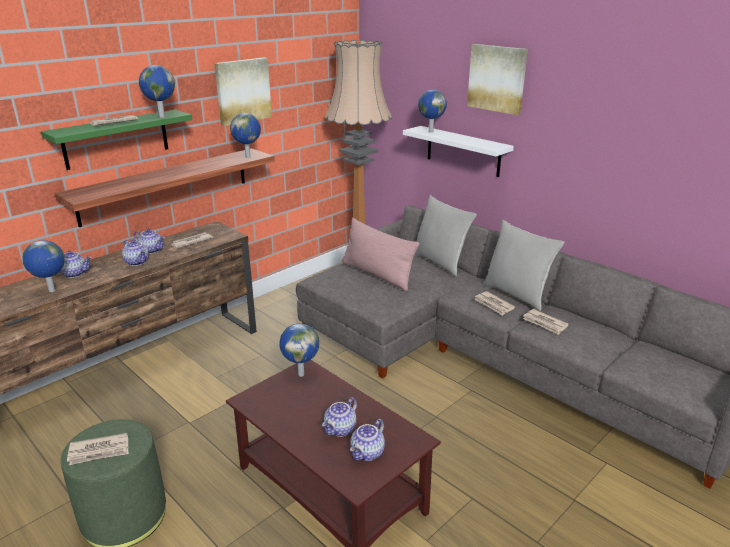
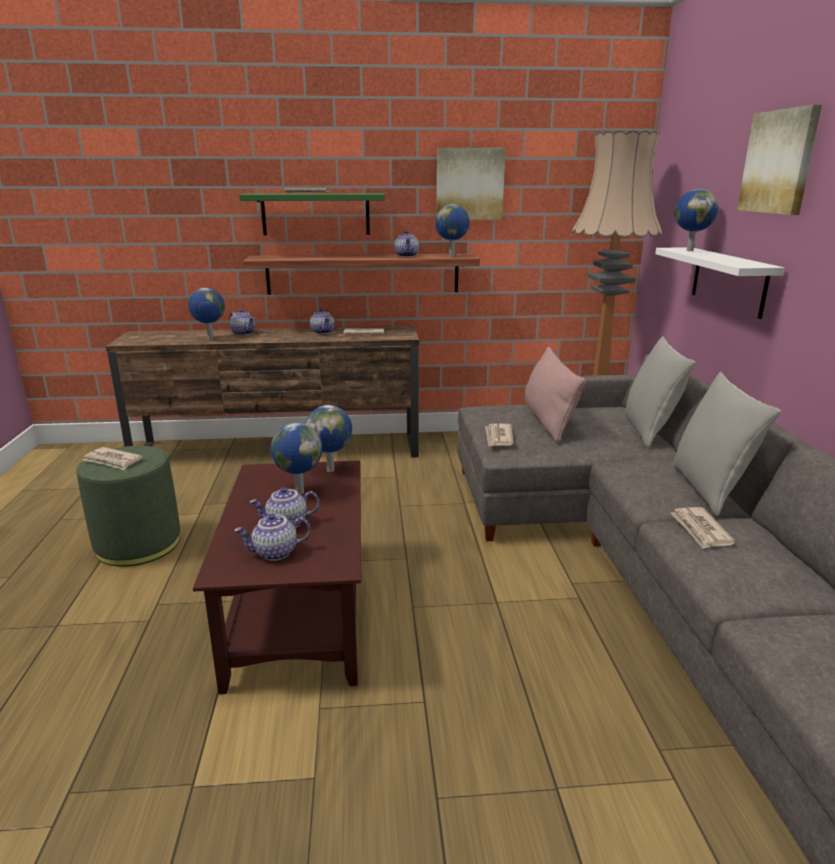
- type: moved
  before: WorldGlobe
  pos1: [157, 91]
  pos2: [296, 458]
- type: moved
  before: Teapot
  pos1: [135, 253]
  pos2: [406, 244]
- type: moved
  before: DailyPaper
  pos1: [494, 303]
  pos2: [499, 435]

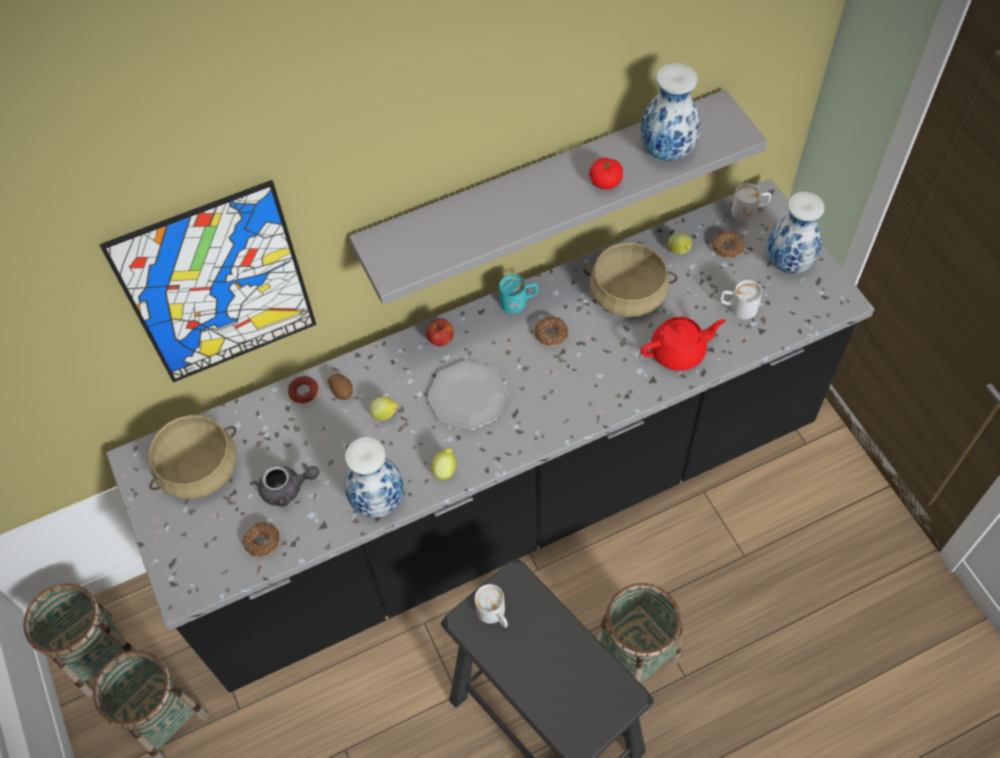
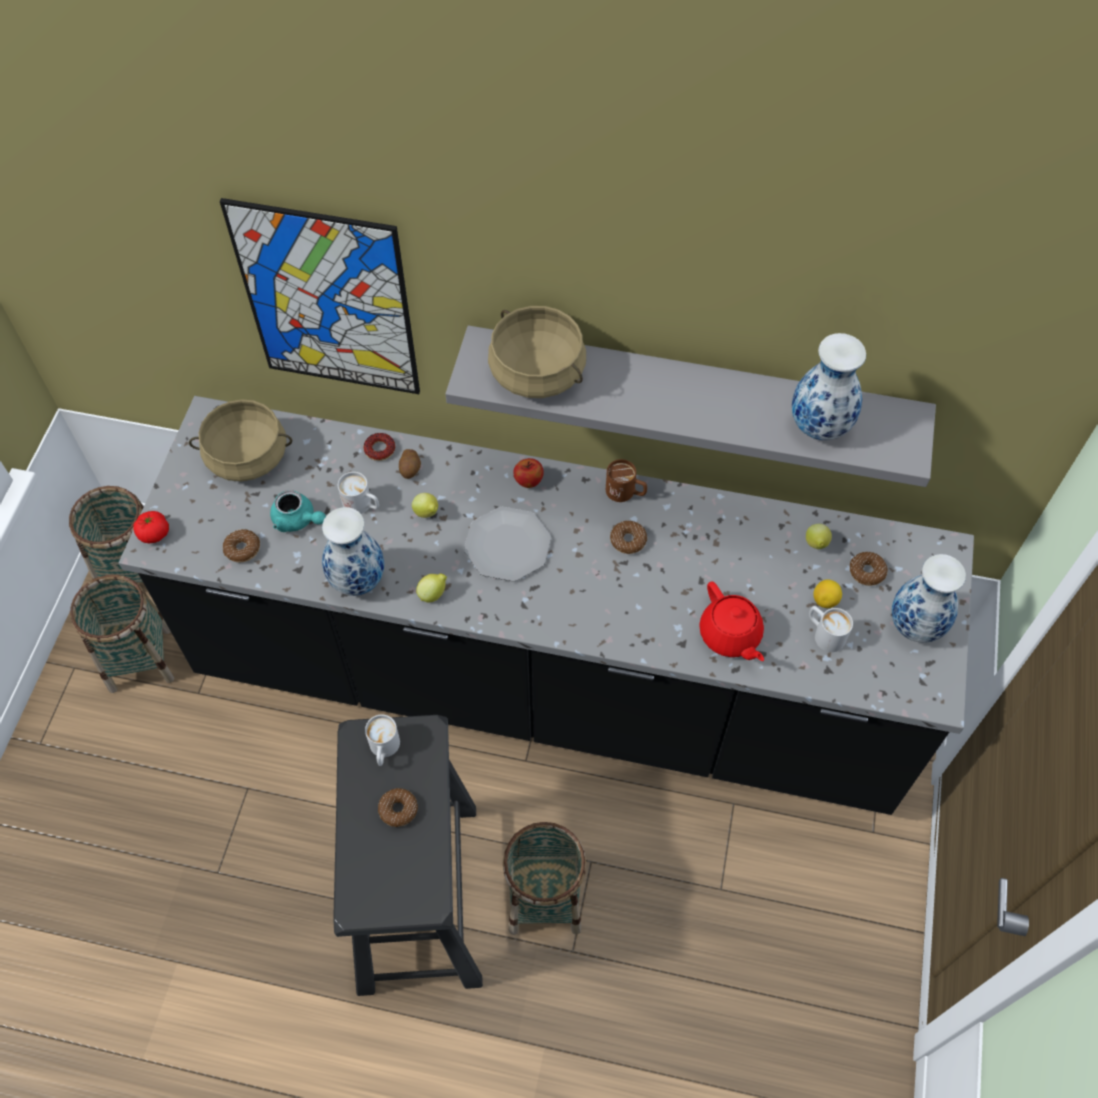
- type: moved
  before: FreshTomato
  pos1: [606, 173]
  pos2: [151, 527]
- type: moved
  before: WhiteColouredTeaMug
  pos1: [751, 202]
  pos2: [358, 493]
- type: moved
  before: BeigeColouredCookingPot
  pos1: [630, 279]
  pos2: [537, 352]
- type: recoloured
  before: BlueGreenTeaMug
  after: BrownColouredTeaMug
  pos1: [518, 294]
  pos2: [626, 480]
- type: turned
  before: ReddishTeapot
  pos1: [683, 344]
  pos2: [731, 621]
  turn: 45
- type: recoloured
  before: GreyTeapot
  after: BlueGreenTeapot
  pos1: [289, 486]
  pos2: [298, 511]
- type: added
  after: Lemon
  pos2: [827, 594]
- type: added
  after: RingDoughnut
  pos2: [398, 807]

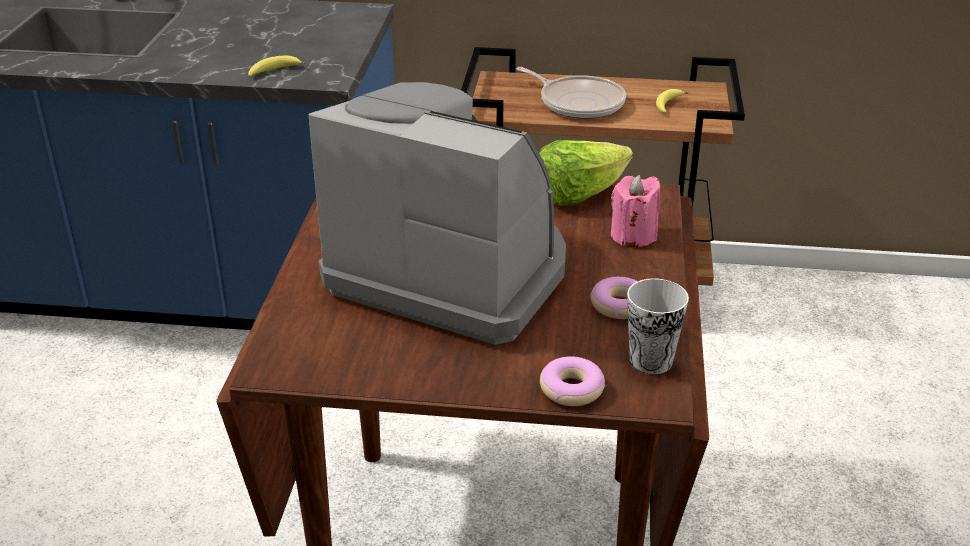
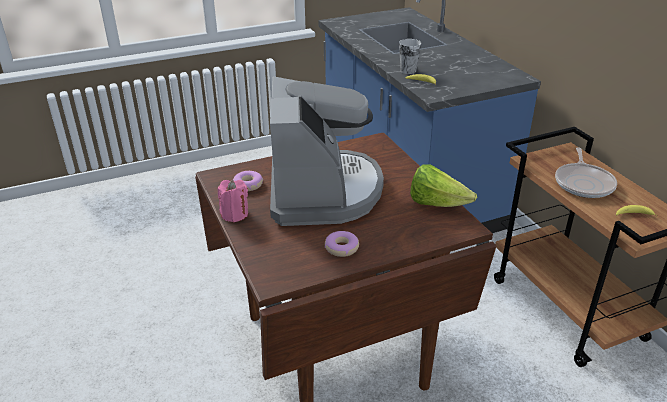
- type: moved
  before: PinkColouredWaxCandle
  pos1: [635, 211]
  pos2: [232, 201]
- type: moved
  before: DrinkingCup
  pos1: [658, 326]
  pos2: [410, 56]
- type: moved
  before: RingDoughnut
  pos1: [572, 381]
  pos2: [248, 181]

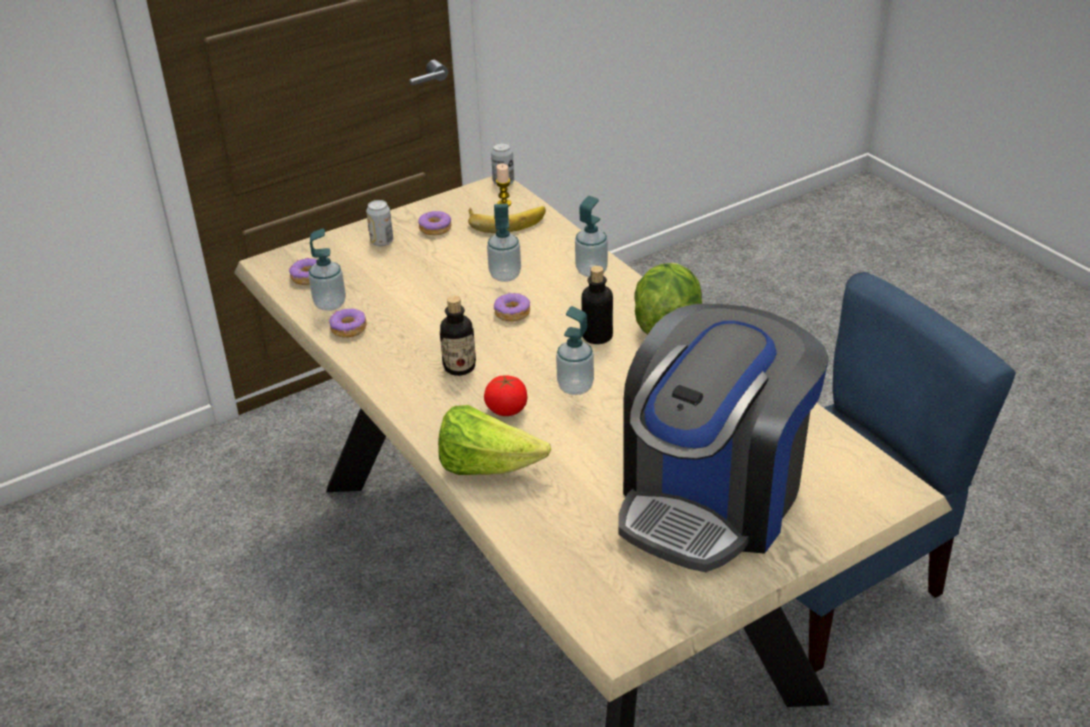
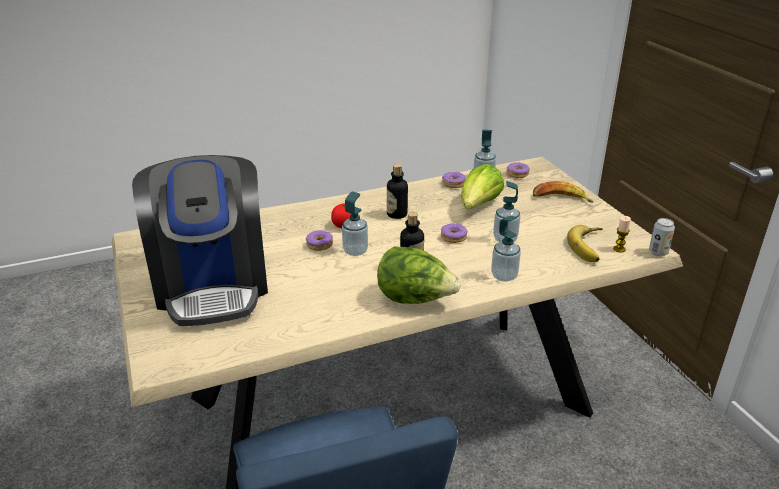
- type: replaced
  before: MetalCan
  after: WholeBanana
  pos1: [379, 223]
  pos2: [563, 192]
- type: moved
  before: RingDoughnut
  pos1: [434, 223]
  pos2: [319, 240]
- type: turned
  before: CoffeeBrewer
  pos1: [723, 438]
  pos2: [200, 240]
  turn: -150
- type: moved
  before: Lettuce
  pos1: [494, 440]
  pos2: [482, 186]

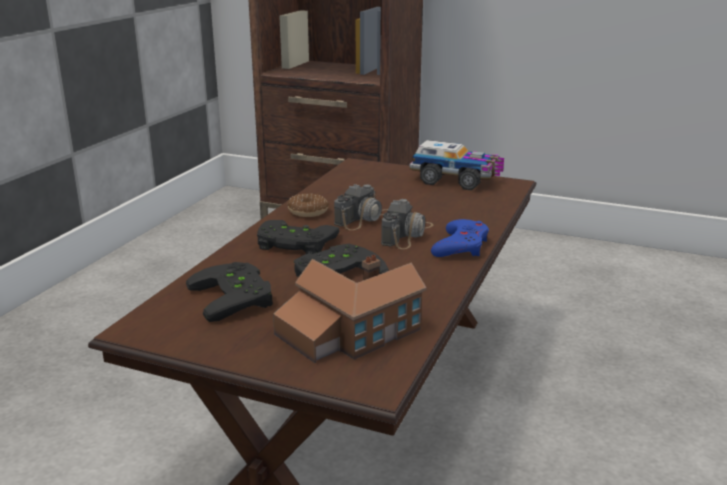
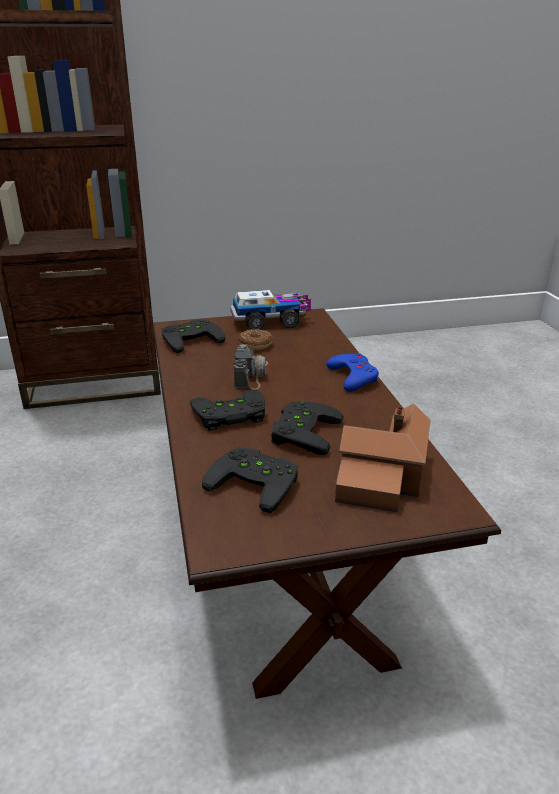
- type: moved
  before: RingDoughnut
  pos1: [308, 205]
  pos2: [255, 339]
- type: removed
  before: PhotoCamera
  pos1: [407, 224]
- type: added
  after: BlackGameController
  pos2: [193, 336]

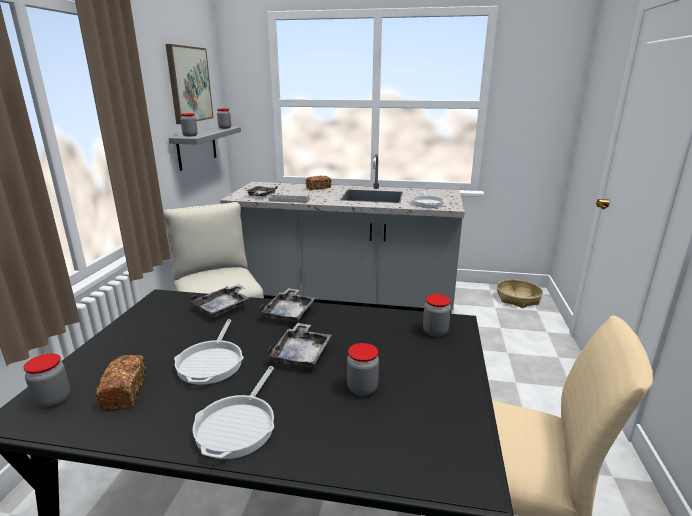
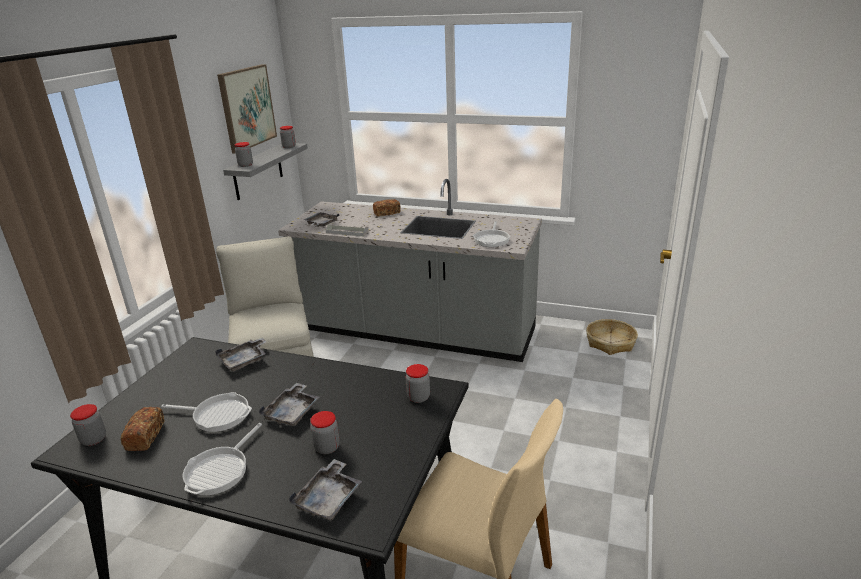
- type: moved
  before: GreyServingTray
  pos1: [288, 305]
  pos2: [325, 489]
- type: turned
  before: Skillet
  pos1: [209, 352]
  pos2: [206, 412]
  turn: -90

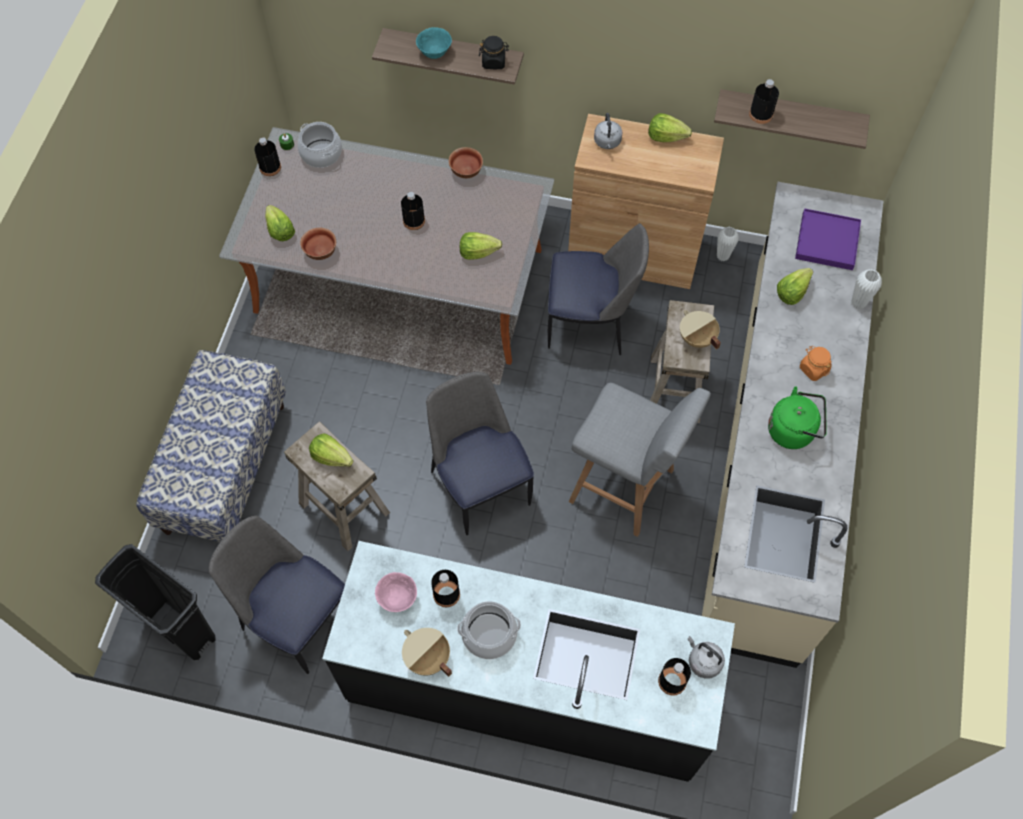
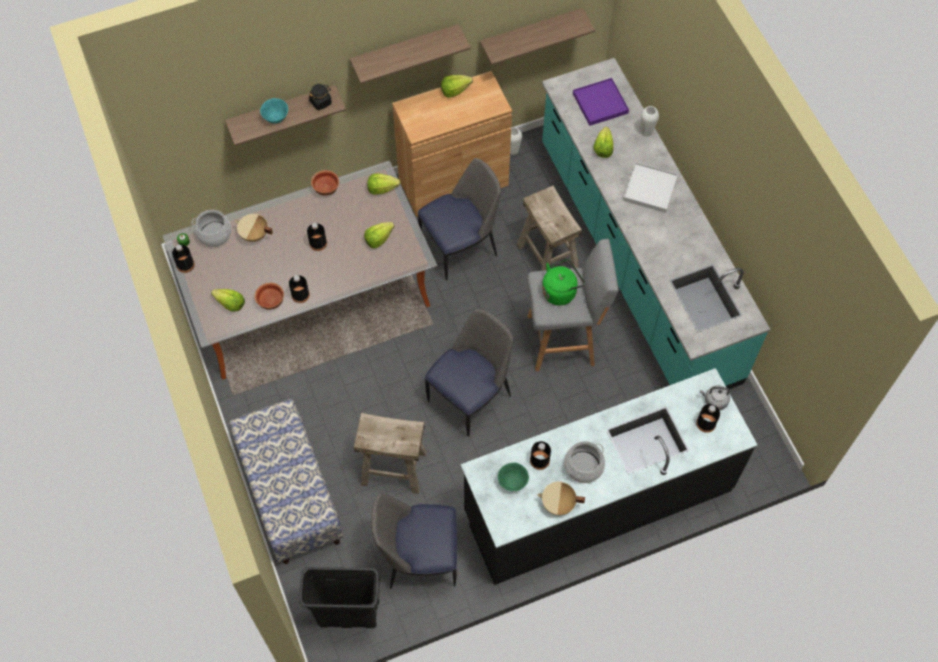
- type: moved
  before: BlackBeverageBottle
  pos1: [764, 101]
  pos2: [299, 289]
- type: removed
  before: GreyKettle
  pos1: [608, 131]
- type: recoloured
  before: BeigeColouredCounter
  after: BlueGreenCounter
  pos1: [792, 425]
  pos2: [656, 223]
- type: moved
  before: BeigeColouredCookingPot
  pos1: [700, 330]
  pos2: [254, 228]
- type: replaced
  before: OrangeJar
  after: WhiteColouredServingTray
  pos1: [815, 363]
  pos2: [650, 188]
- type: turned
  before: PlainChair
  pos1: [480, 453]
  pos2: [469, 372]
  turn: 105
- type: moved
  before: GreenColouredKettle
  pos1: [797, 417]
  pos2: [563, 282]
- type: moved
  before: Lettuce
  pos1: [331, 450]
  pos2: [384, 184]
- type: recoloured
  before: PinkColouredBowl
  after: GreenColouredBowl
  pos1: [396, 592]
  pos2: [513, 477]
- type: added
  after: Shelf
  pos2: [410, 54]

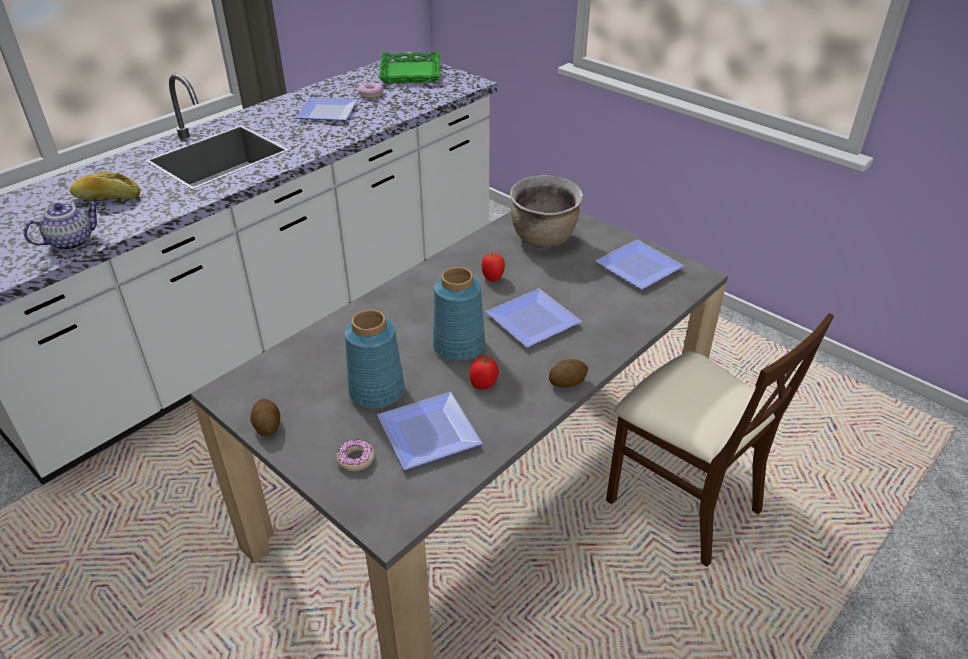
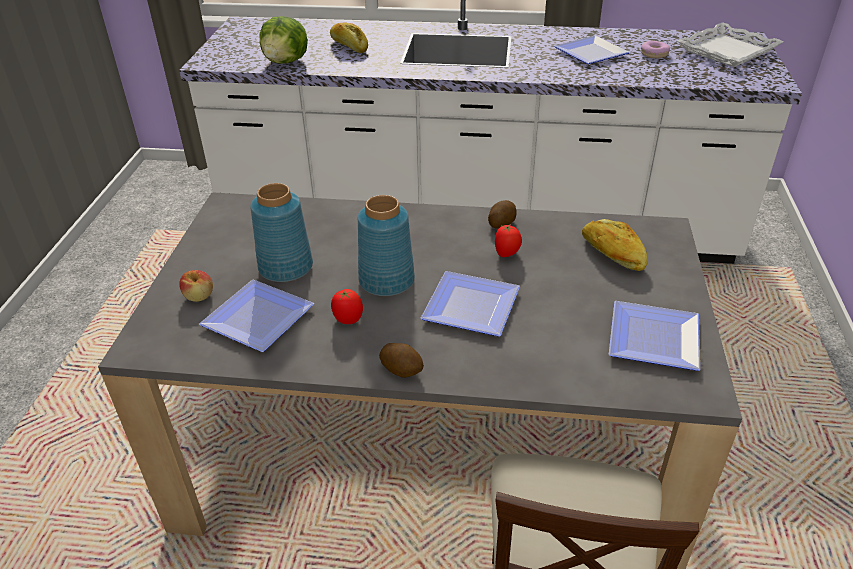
- type: recoloured
  before: GreenColouredServingTray
  after: WhiteColouredServingTray
  pos1: [409, 67]
  pos2: [730, 44]
- type: replaced
  before: BrownColouredCookingPot
  after: BakeryBread
  pos1: [546, 211]
  pos2: [615, 245]
- type: replaced
  before: Teapot
  after: Lettuce
  pos1: [61, 226]
  pos2: [284, 40]
- type: moved
  before: Spud
  pos1: [265, 417]
  pos2: [502, 214]
- type: replaced
  before: RingDoughnut
  after: AppleFruit
  pos1: [355, 455]
  pos2: [196, 286]

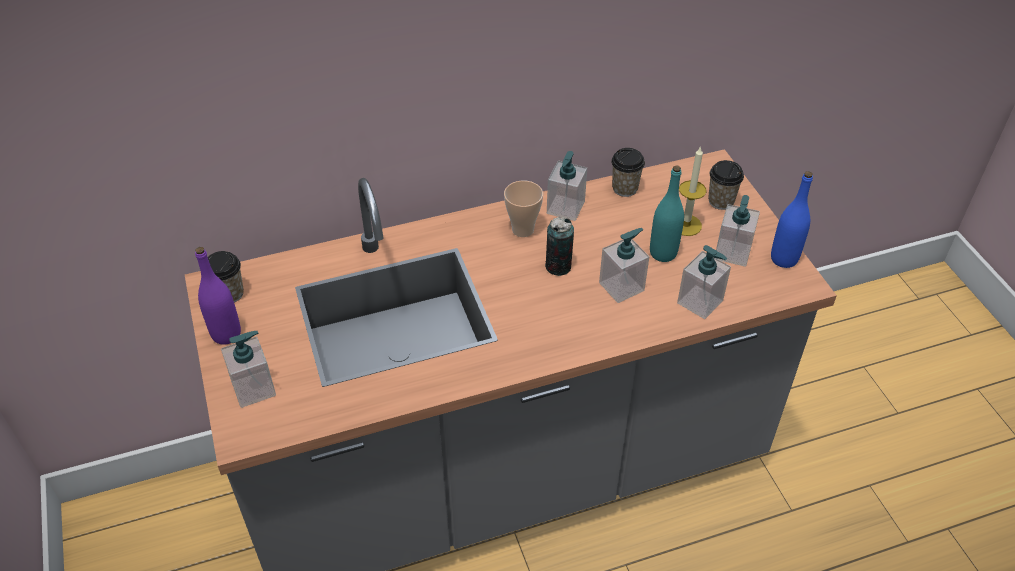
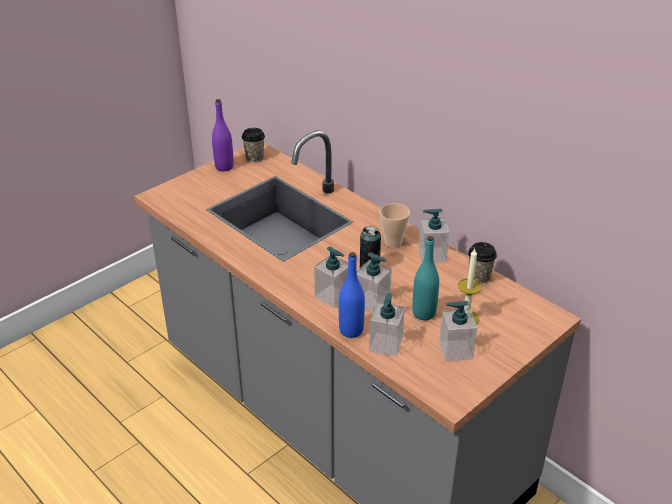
- type: removed
  before: DrinkingCup
  pos1: [726, 185]
- type: moved
  before: BluishBeverageBottle
  pos1: [792, 219]
  pos2: [352, 295]
- type: moved
  before: SoapDispenser
  pos1: [248, 369]
  pos2: [331, 277]

